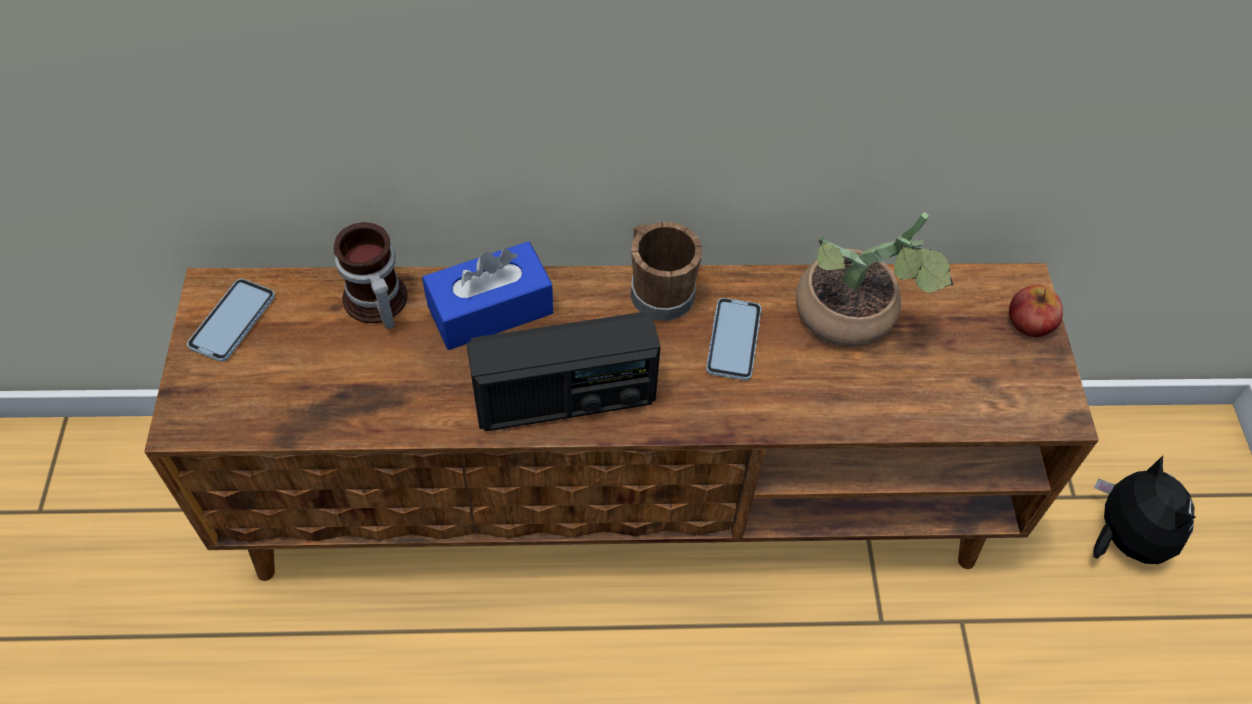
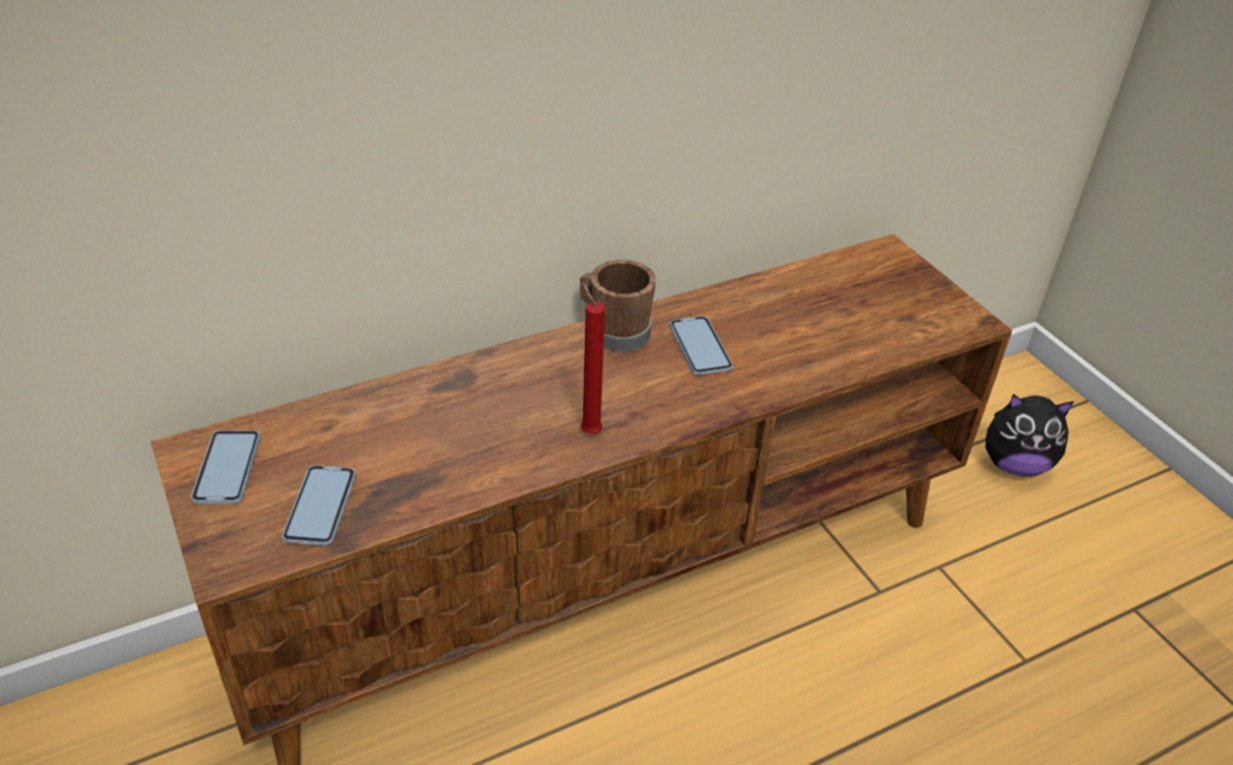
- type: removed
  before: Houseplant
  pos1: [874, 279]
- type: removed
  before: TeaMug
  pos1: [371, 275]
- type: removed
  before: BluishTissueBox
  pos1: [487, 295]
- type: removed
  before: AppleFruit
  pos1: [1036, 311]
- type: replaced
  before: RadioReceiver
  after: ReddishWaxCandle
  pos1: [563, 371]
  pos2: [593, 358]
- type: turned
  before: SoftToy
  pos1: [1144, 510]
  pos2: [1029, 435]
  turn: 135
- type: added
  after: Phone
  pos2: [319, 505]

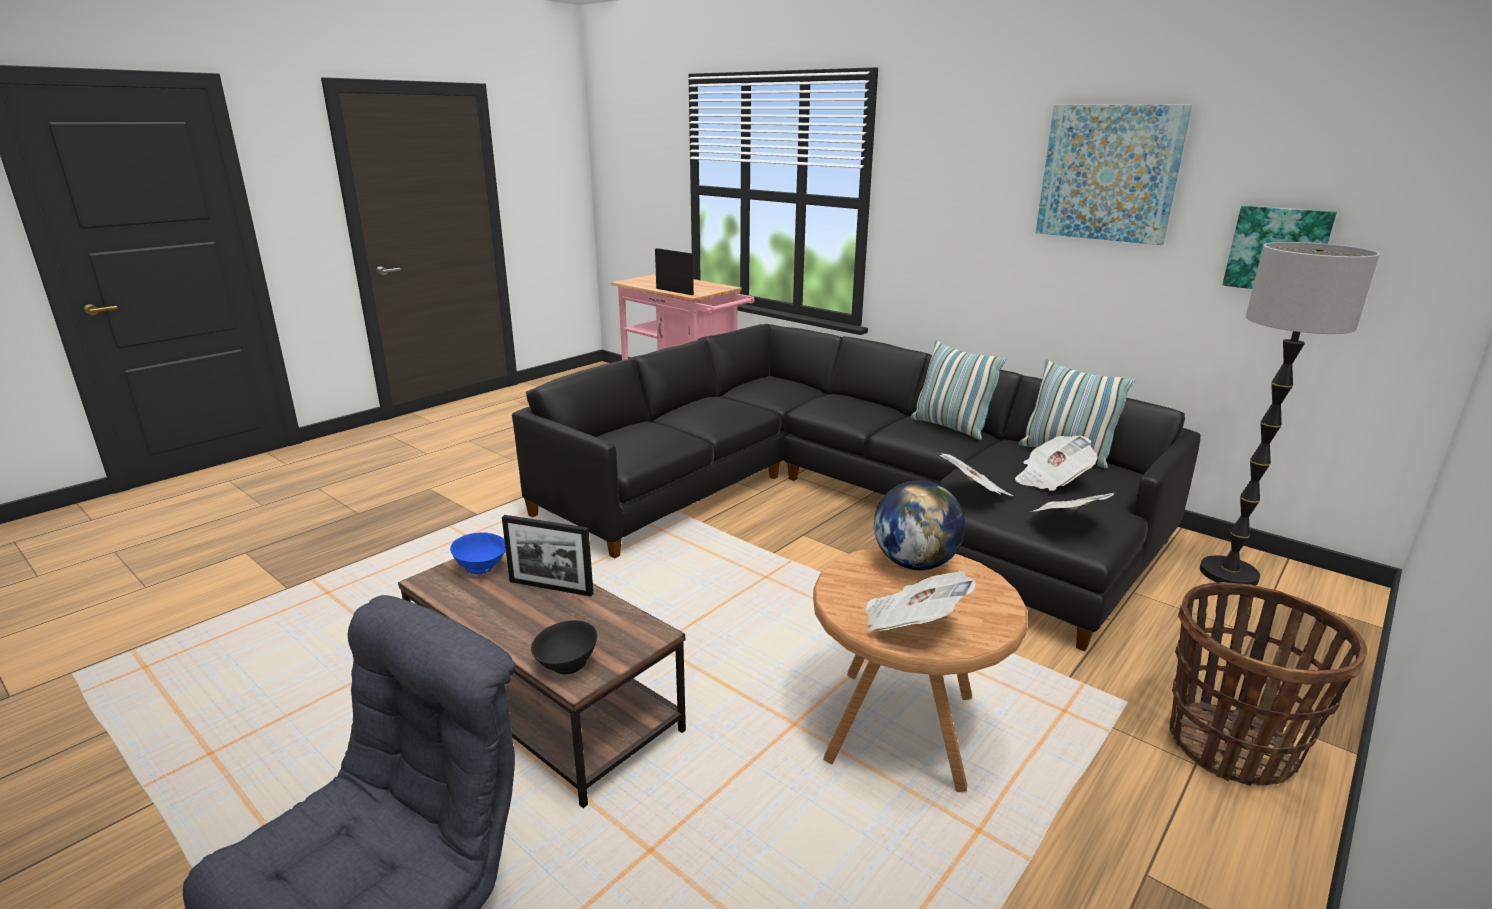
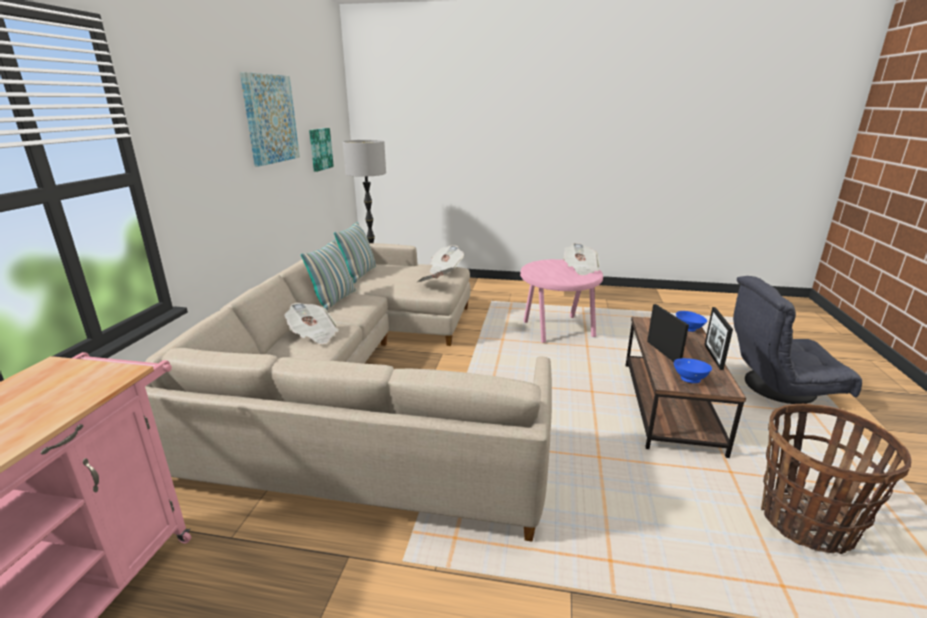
- type: moved
  before: PictureFrame
  pos1: [674, 271]
  pos2: [718, 338]
- type: recoloured
  before: BlackSofa
  after: BeigeColouredSofa
  pos1: [856, 488]
  pos2: [348, 391]
- type: moved
  before: DailyPaper
  pos1: [1056, 463]
  pos2: [312, 323]
- type: removed
  before: WorldGlobe
  pos1: [919, 525]
- type: recoloured
  before: BrownColouredEndTable
  after: PinkColouredEndTable
  pos1: [920, 669]
  pos2: [561, 301]
- type: moved
  before: Basket
  pos1: [1268, 684]
  pos2: [836, 479]
- type: recoloured
  before: BlackBowl
  after: BluishBowl
  pos1: [564, 647]
  pos2: [691, 321]

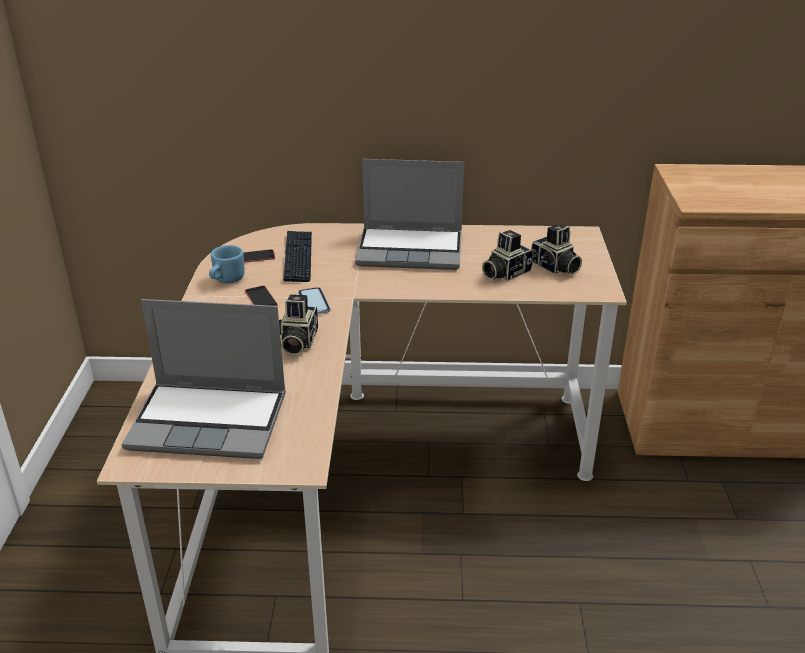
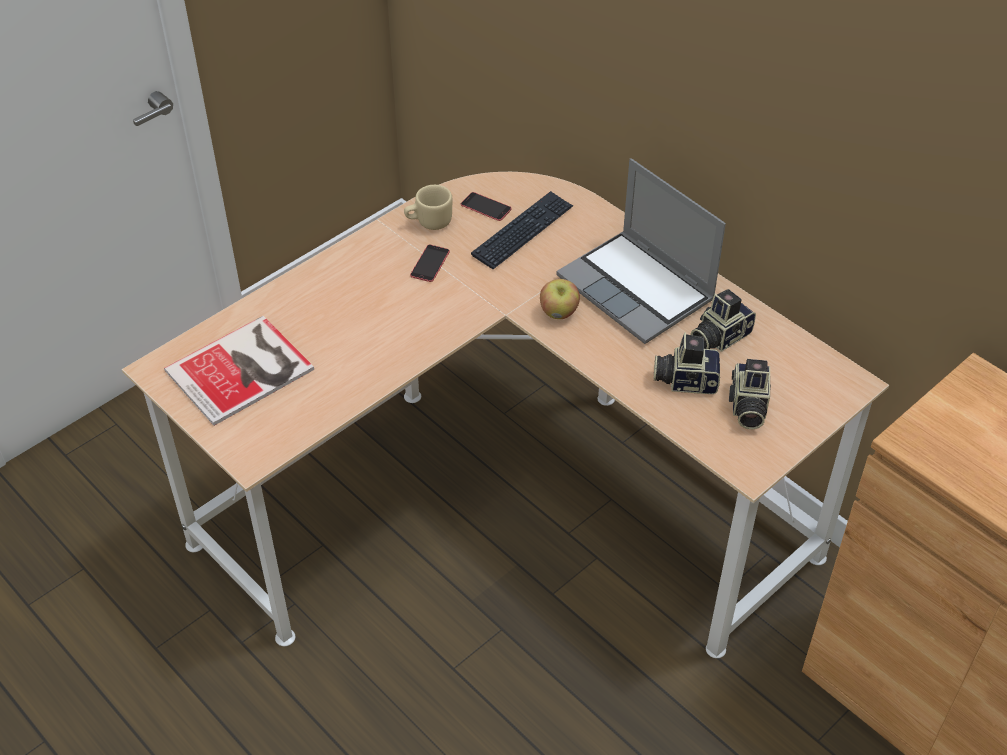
- type: recoloured
  before: BluishTeaMug
  after: BeigeColouredTeaMug
  pos1: [227, 264]
  pos2: [428, 207]
- type: removed
  before: Phone
  pos1: [314, 300]
- type: moved
  before: PhotoCamera
  pos1: [298, 324]
  pos2: [723, 320]
- type: replaced
  before: PortableComputer
  after: Book
  pos1: [204, 379]
  pos2: [239, 371]
- type: added
  after: AppleFruit
  pos2: [560, 299]

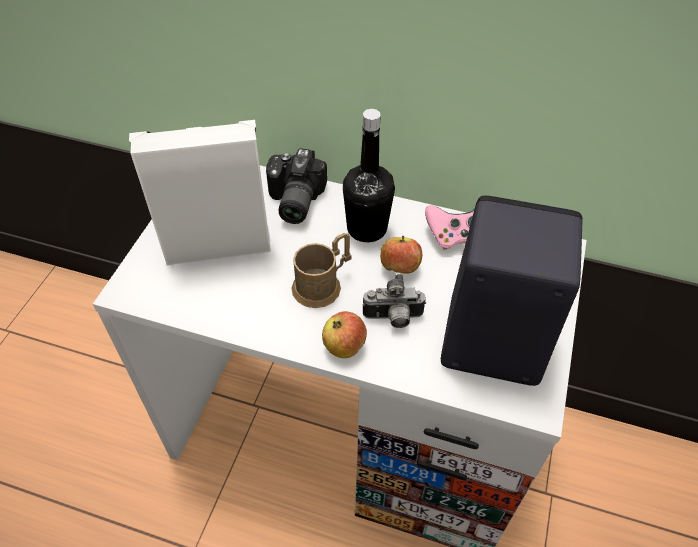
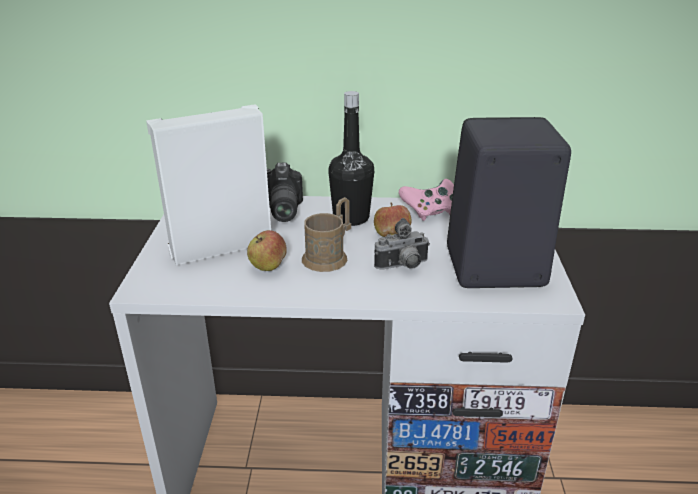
- type: moved
  before: AppleFruit
  pos1: [344, 334]
  pos2: [267, 250]

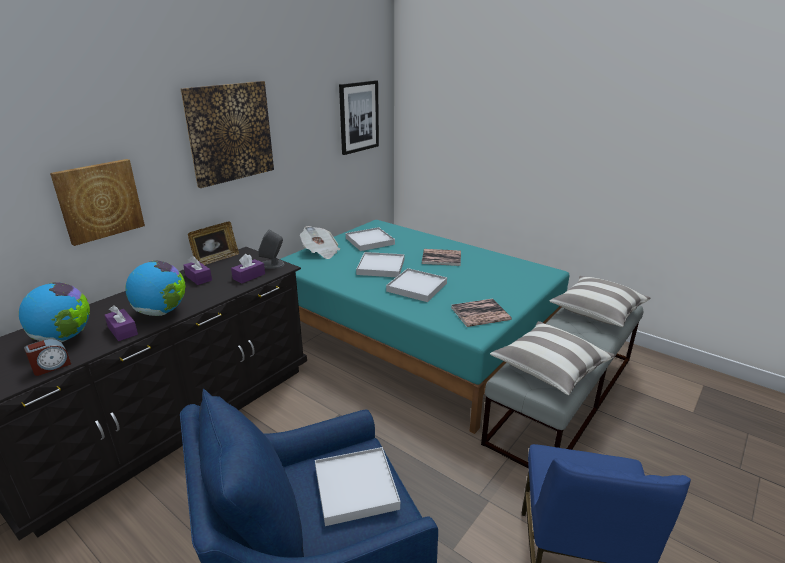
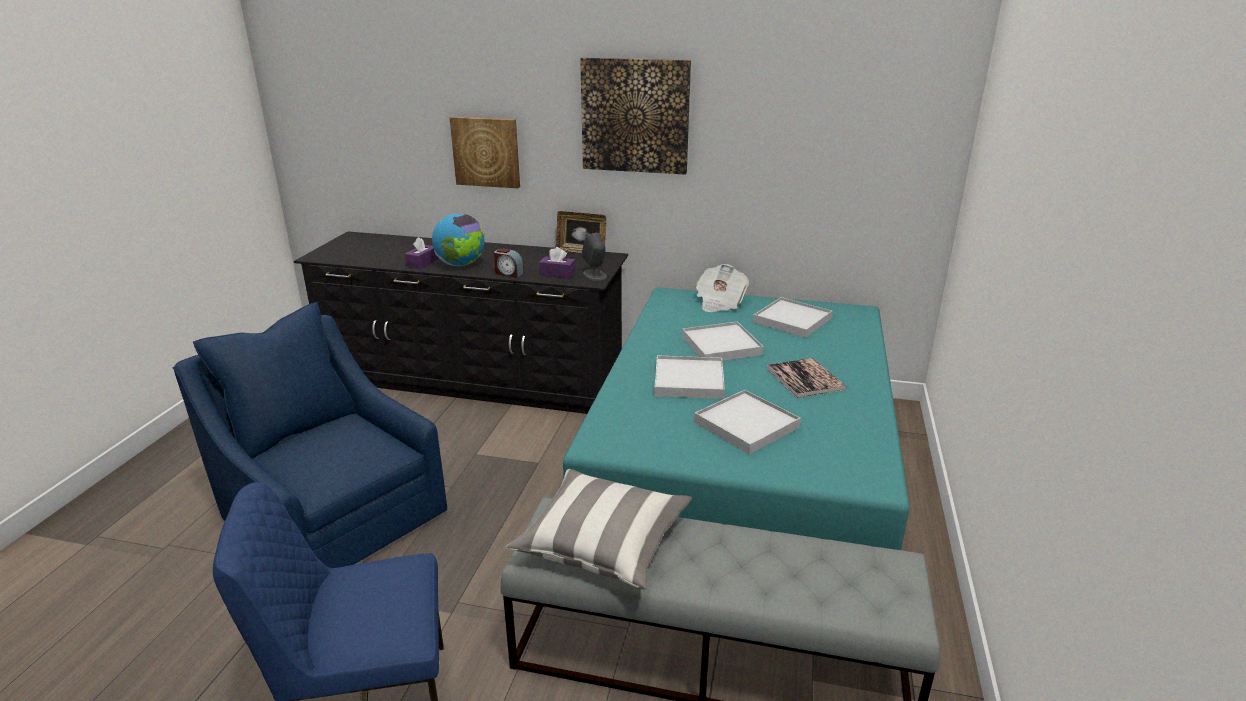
- type: removed
  before: WallArt
  pos1: [359, 117]
- type: removed
  before: PurplishTissueBox
  pos1: [197, 270]
- type: removed
  before: ThrowPillow
  pos1: [599, 301]
- type: removed
  before: WorldGlobe
  pos1: [54, 312]
- type: removed
  before: Book
  pos1: [482, 312]
- type: moved
  before: AlarmClock
  pos1: [47, 357]
  pos2: [509, 263]
- type: moved
  before: WhiteColouredServingTray
  pos1: [357, 486]
  pos2: [747, 422]

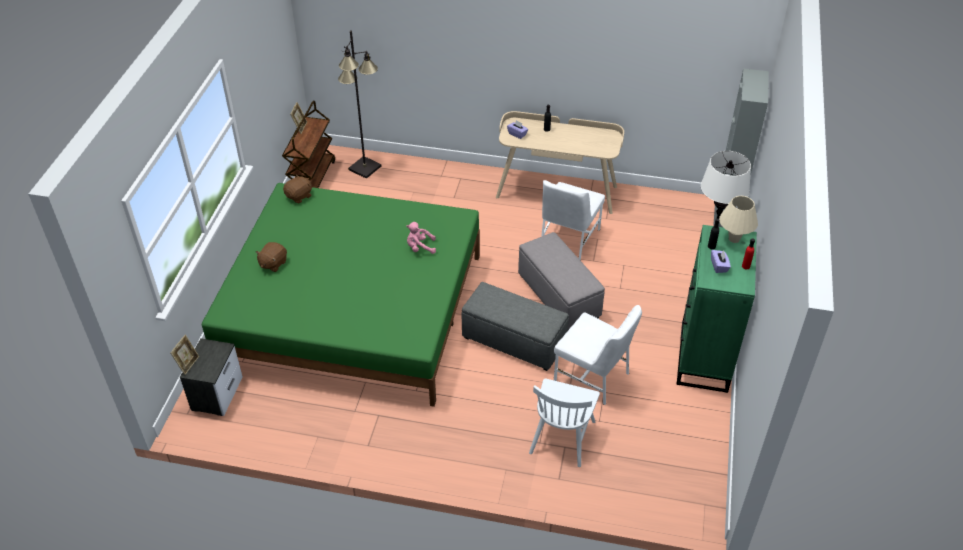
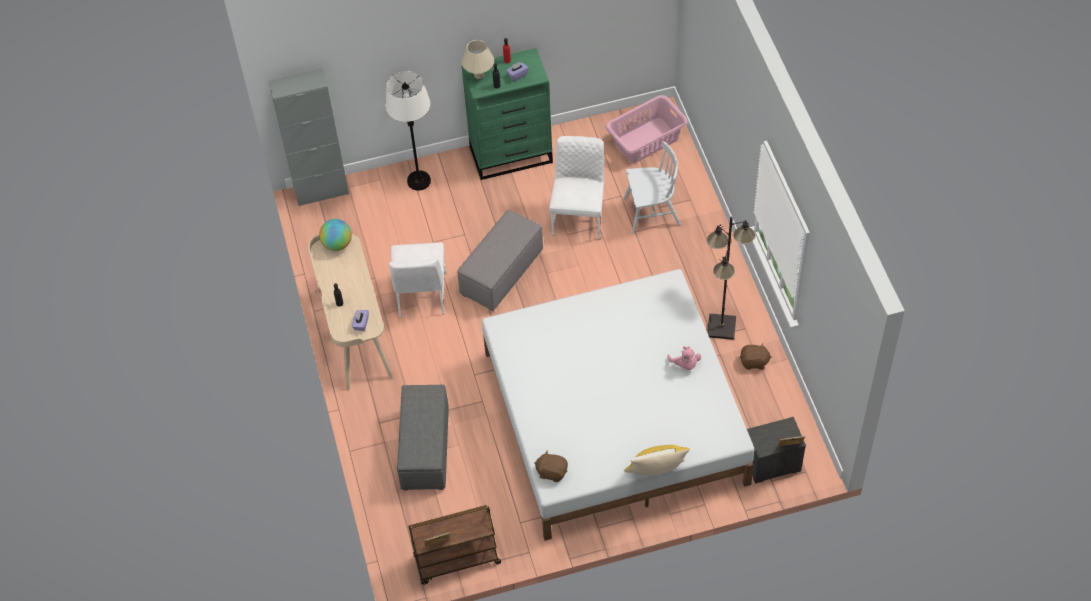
- type: moved
  before: BlackStandingLamp
  pos1: [359, 104]
  pos2: [731, 278]
- type: turned
  before: WhiteColouredPlainChair
  pos1: [573, 220]
  pos2: [417, 280]
  turn: 90
- type: recoloured
  before: GreenColouredBedroomBed
  after: WhiteColouredBedroomBed
  pos1: [341, 295]
  pos2: [618, 405]
- type: moved
  before: PinkColouredSoftToy
  pos1: [421, 238]
  pos2: [684, 358]
- type: moved
  before: BrownColouredSoftToy
  pos1: [271, 257]
  pos2: [756, 356]
- type: moved
  before: GreyPouffe
  pos1: [515, 326]
  pos2: [423, 437]
- type: added
  after: PinkColouredWashingBasket
  pos2: [647, 129]
- type: added
  after: WorldGlobe
  pos2: [335, 235]
- type: added
  after: YellowishThrowPillow
  pos2: [657, 460]

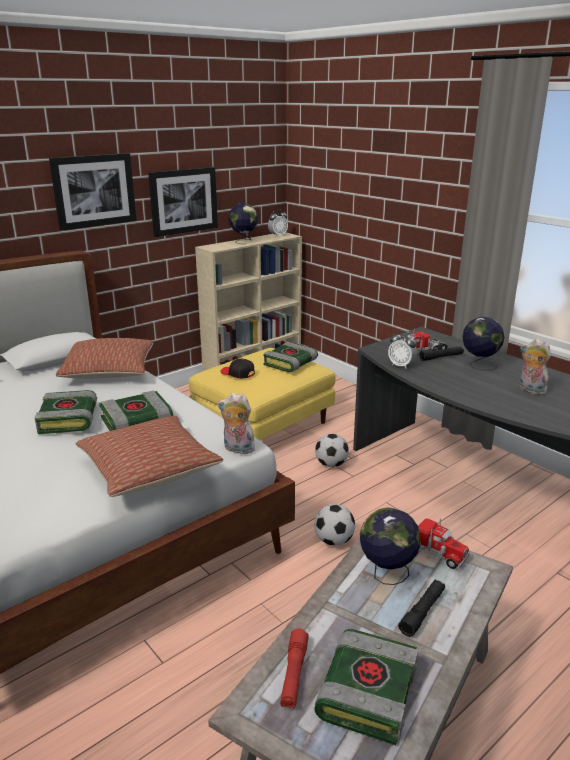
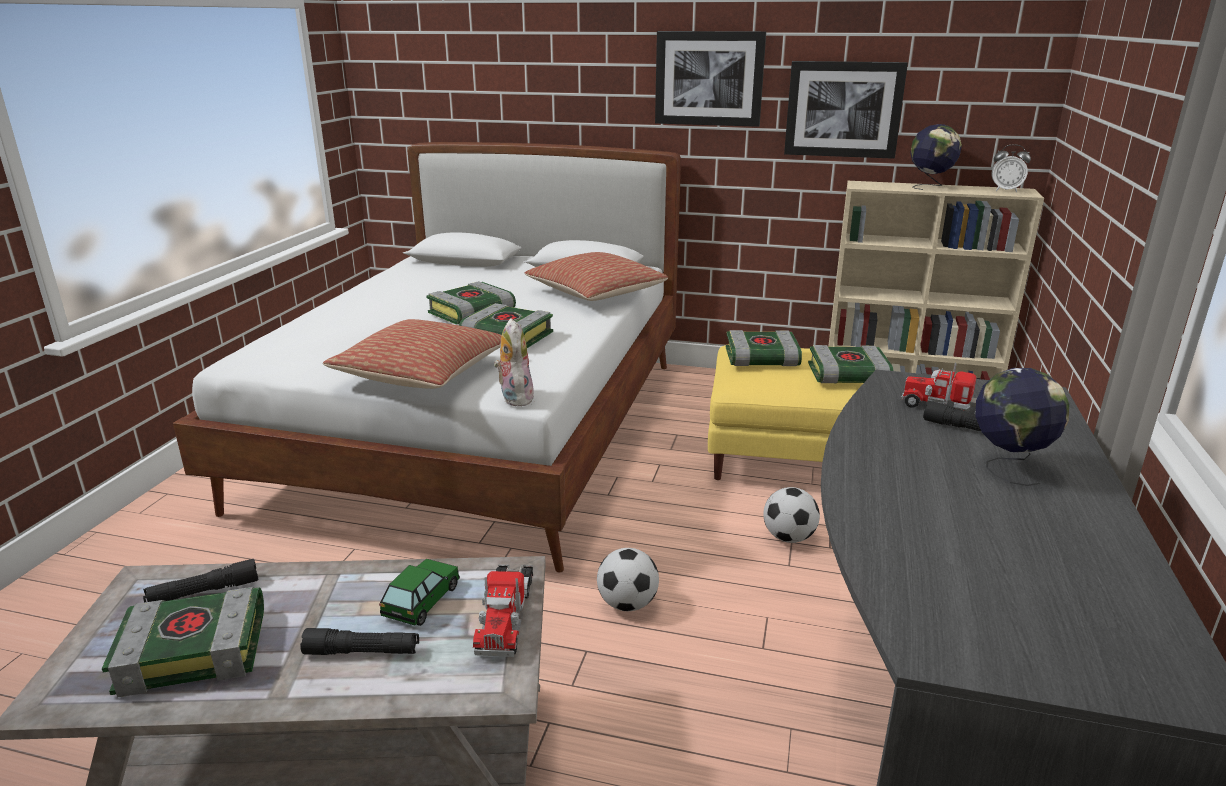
- type: removed
  before: AlarmClock
  pos1: [402, 350]
- type: removed
  before: SoftToy
  pos1: [535, 366]
- type: replaced
  before: BlackBaseballCap
  after: Book
  pos1: [237, 368]
  pos2: [764, 348]
- type: replaced
  before: WorldGlobe
  after: ToyCar
  pos1: [390, 546]
  pos2: [419, 592]
- type: recoloured
  before: ReddishFlashlight
  after: BlackFlashlight
  pos1: [294, 669]
  pos2: [200, 581]

